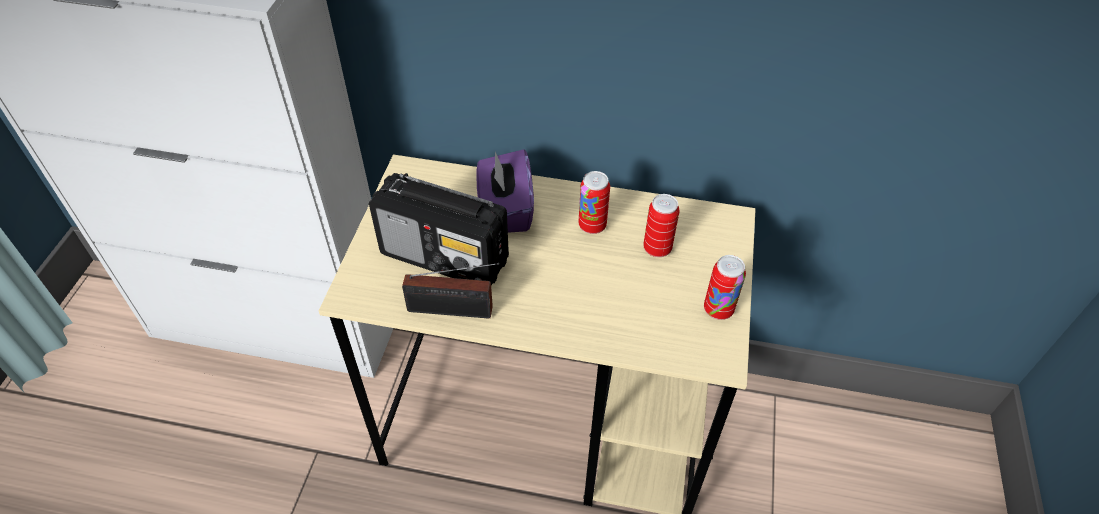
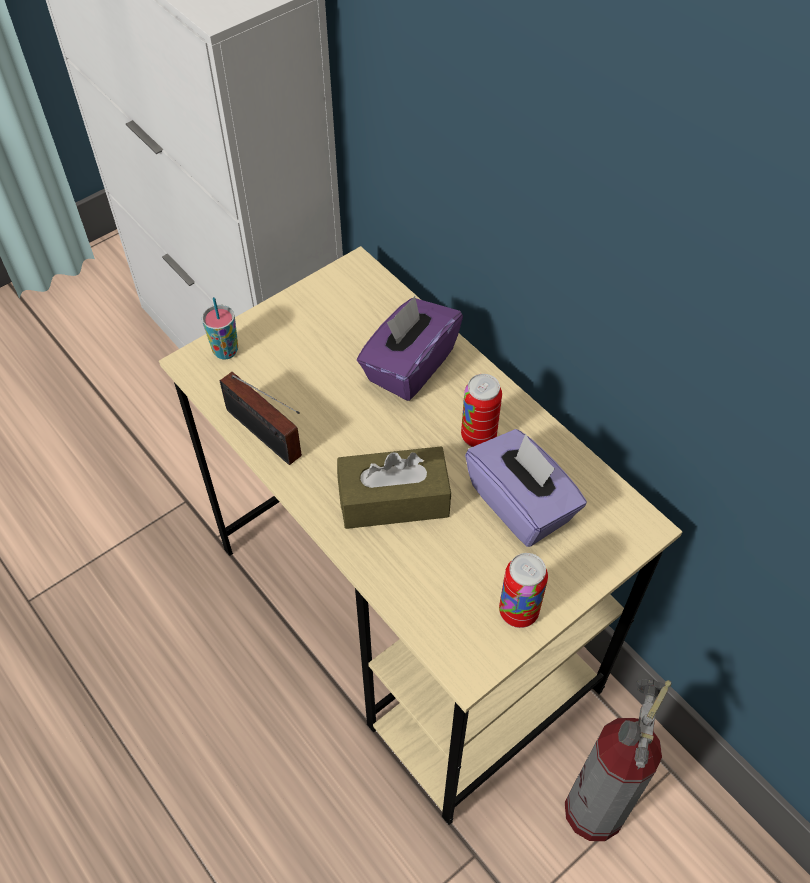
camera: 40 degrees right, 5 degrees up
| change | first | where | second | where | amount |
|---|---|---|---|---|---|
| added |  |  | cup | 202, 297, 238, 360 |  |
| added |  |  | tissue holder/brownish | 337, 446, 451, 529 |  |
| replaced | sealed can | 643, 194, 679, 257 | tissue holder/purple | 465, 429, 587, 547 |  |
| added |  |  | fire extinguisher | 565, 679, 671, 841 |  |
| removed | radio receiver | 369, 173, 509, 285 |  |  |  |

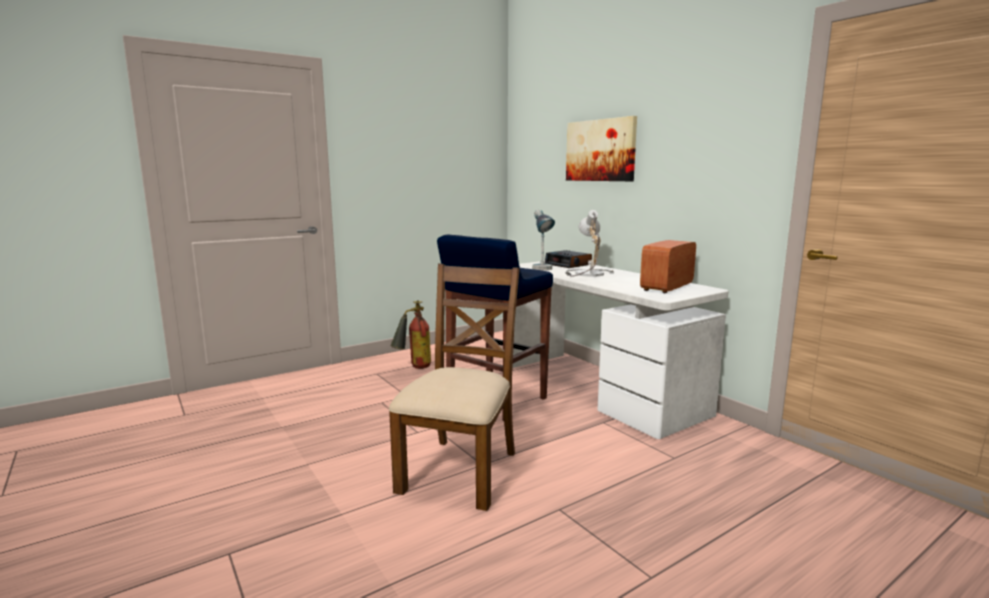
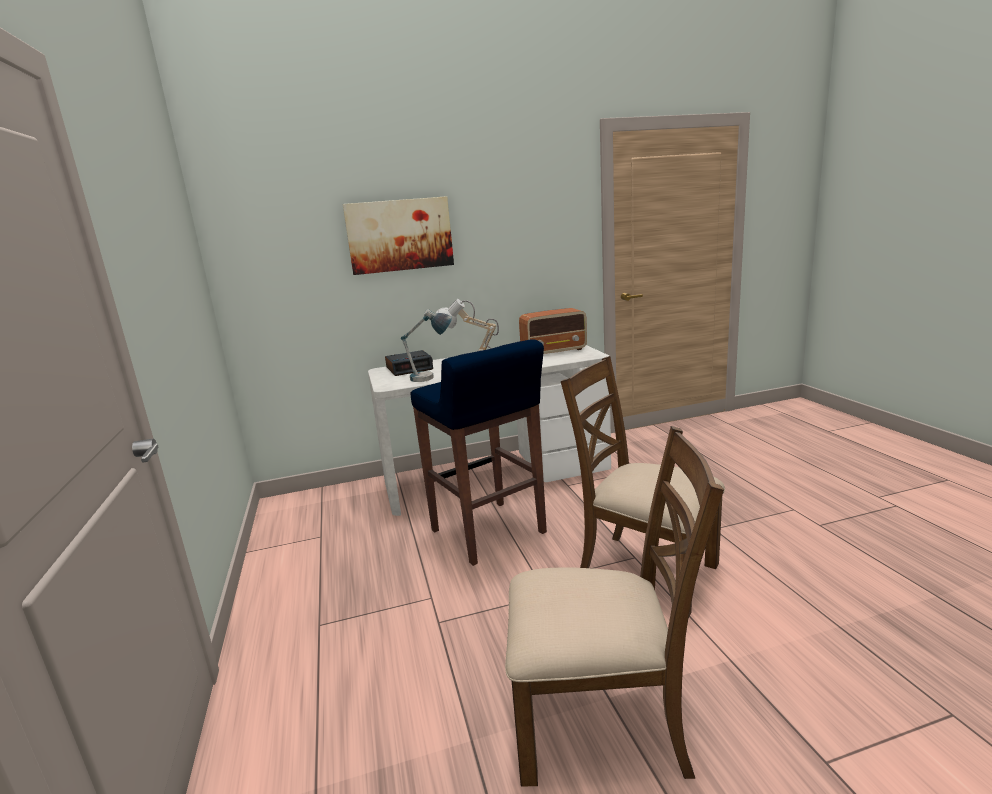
camera: 70 degrees left, 5 degrees up
| change | first | where | second | where | amount |
|---|---|---|---|---|---|
| added |  |  | plain chair/brownish | 505, 426, 724, 786 |  |
| turned | radio receiver | 640, 240, 696, 293 |  | 519, 308, 587, 354 | 75 degrees counterclockwise |
| removed | fire extinguisher | 390, 300, 431, 369 |  |  |  |

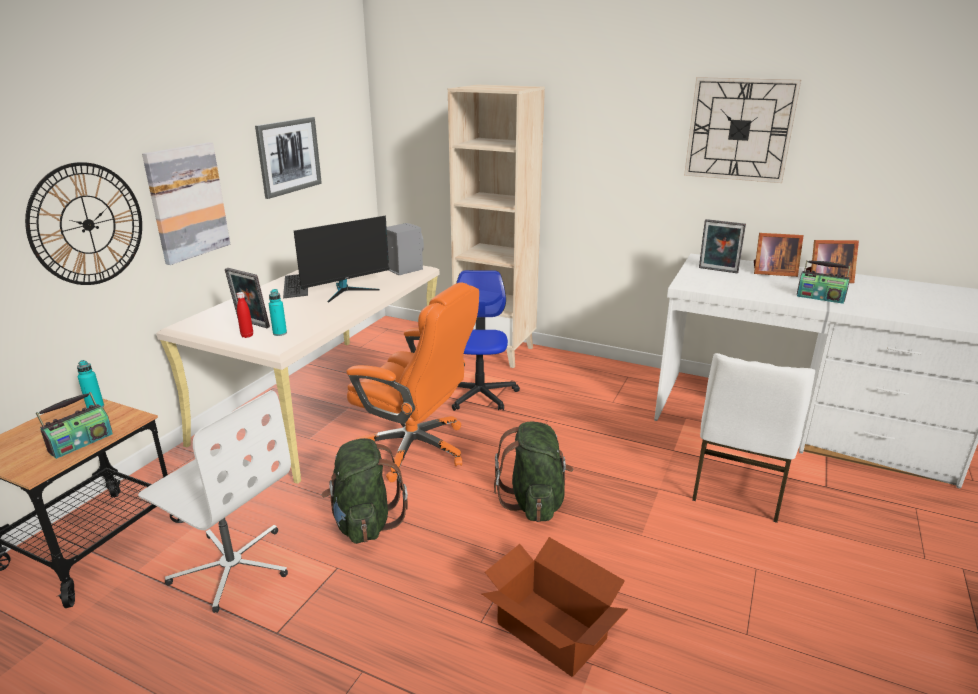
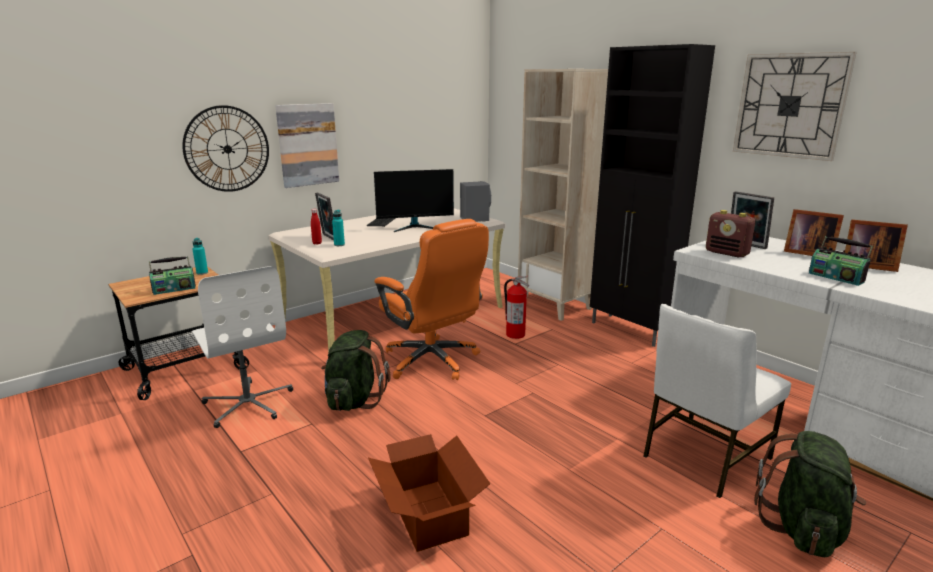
camera: 25 degrees right, 5 degrees down
| change | first | where | second | where | amount |
|---|---|---|---|---|---|
| replaced | computer chair | 452, 270, 520, 411 | fire extinguisher | 504, 276, 529, 339 |  |
| added |  |  | storage cabinet/blackish | 590, 44, 715, 347 |  |
| added |  |  | radio receiver | 706, 210, 756, 258 |  |
| moved | rucksack/greenish | 494, 422, 573, 522 |  | 754, 431, 866, 557 |  |
| removed | wall art | 255, 117, 322, 199 |  |  |  |

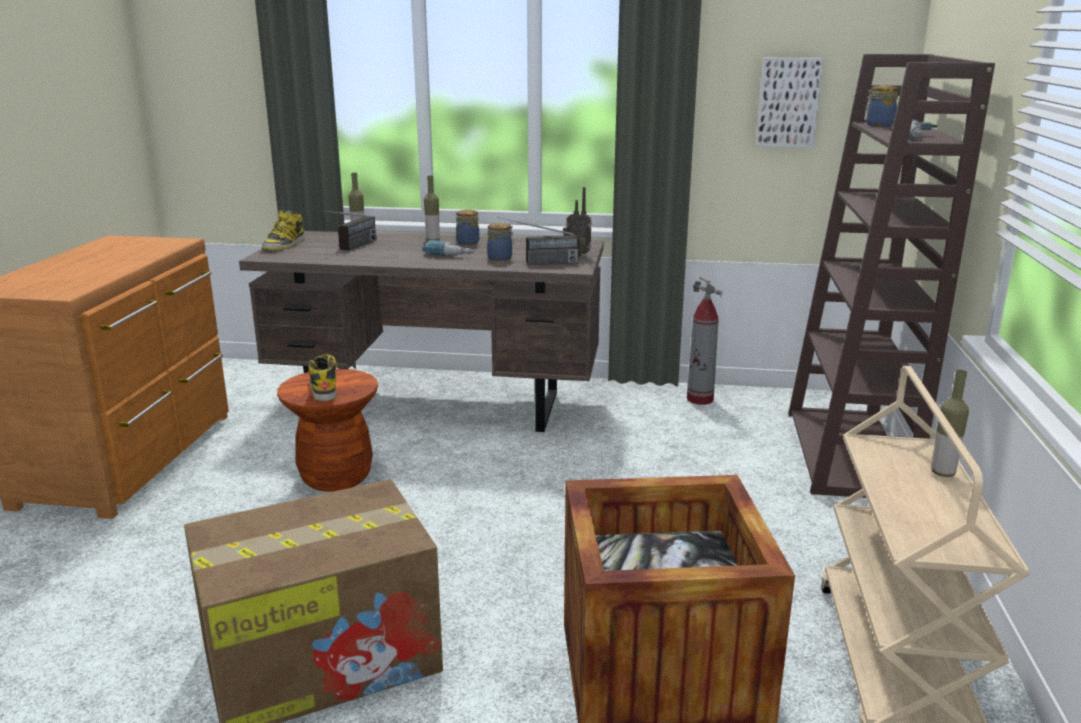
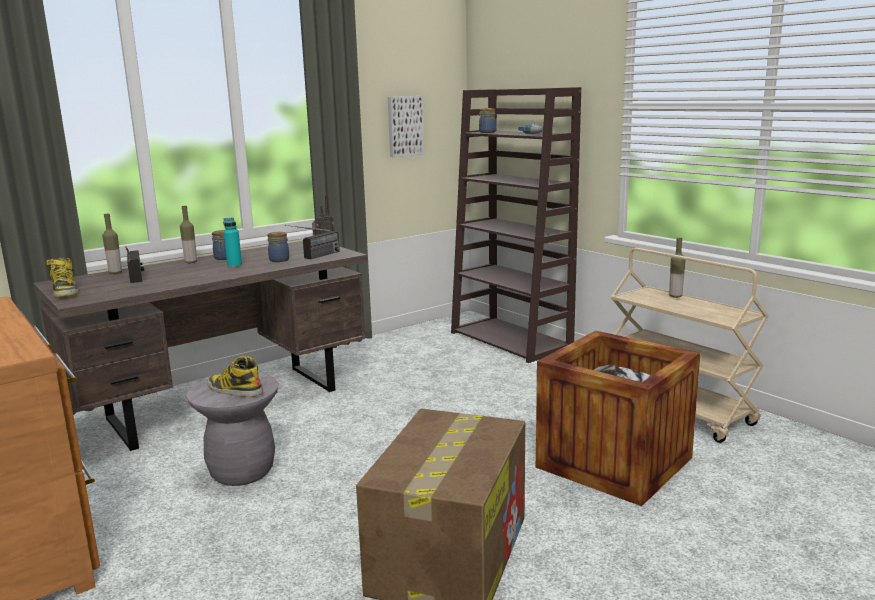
camera: 45 degrees left, 5 degrees down
| change | first | where | second | where | amount |
|---|---|---|---|---|---|
| recoloured | sitting stool/brownish | 277, 368, 378, 492 | sitting stool/greyish | 186, 373, 278, 486 |  |
| replaced | power drill | 423, 240, 475, 256 | drink bottle/turquoise | 223, 217, 242, 267 |  |
| removed | fire extinguisher | 687, 277, 722, 405 |  |  |  |

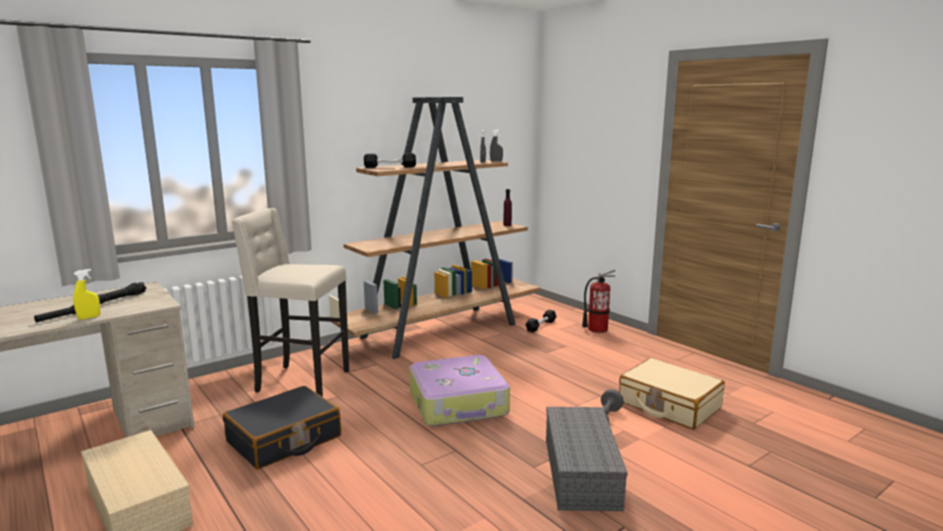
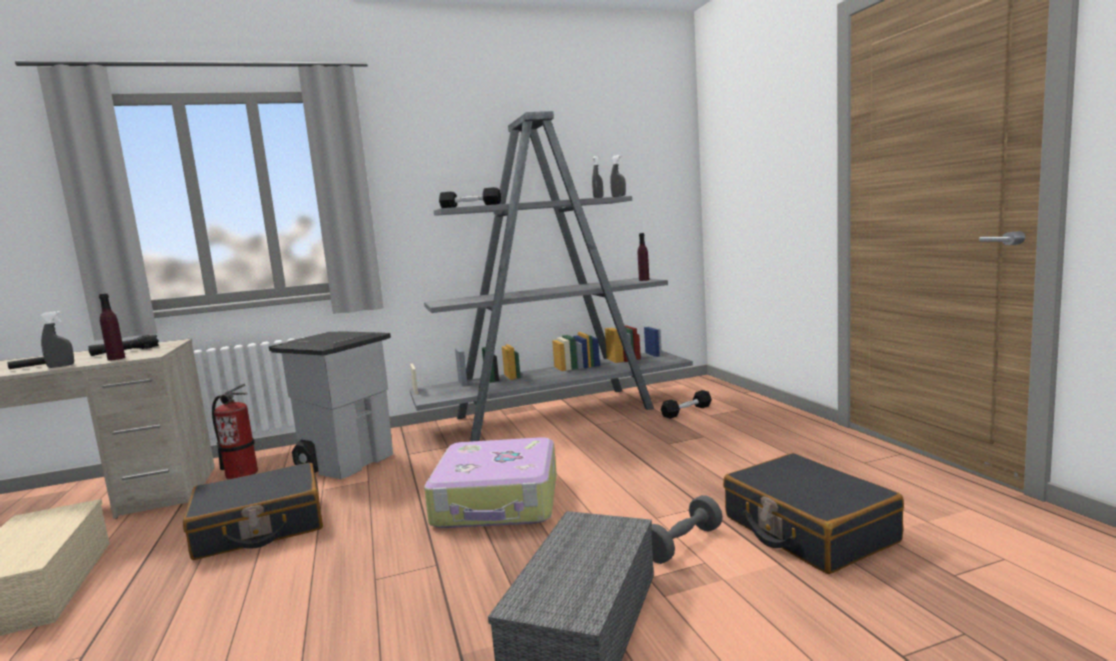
camera: 20 degrees right, 5 degrees down
| change | first | where | second | where | amount |
|---|---|---|---|---|---|
| recoloured | sprayer/yellowish | 73, 269, 100, 320 | sprayer/greyish | 40, 311, 74, 368 |  |
| added |  |  | drink bottle/purple | 99, 293, 125, 361 |  |
| moved | fire extinguisher | 582, 269, 615, 333 |  | 212, 384, 258, 479 |  |
| replaced | sitting stool/beige | 232, 208, 349, 397 | rubbish bin/greyish | 269, 331, 393, 479 |  |
| recoloured | shelving unit/brownish | 328, 97, 540, 359 | shelving unit/greyish | 410, 111, 693, 441 |  |
| recoloured | piece of luggage/beige | 619, 358, 725, 430 | piece of luggage/blackish | 723, 453, 904, 574 |  |

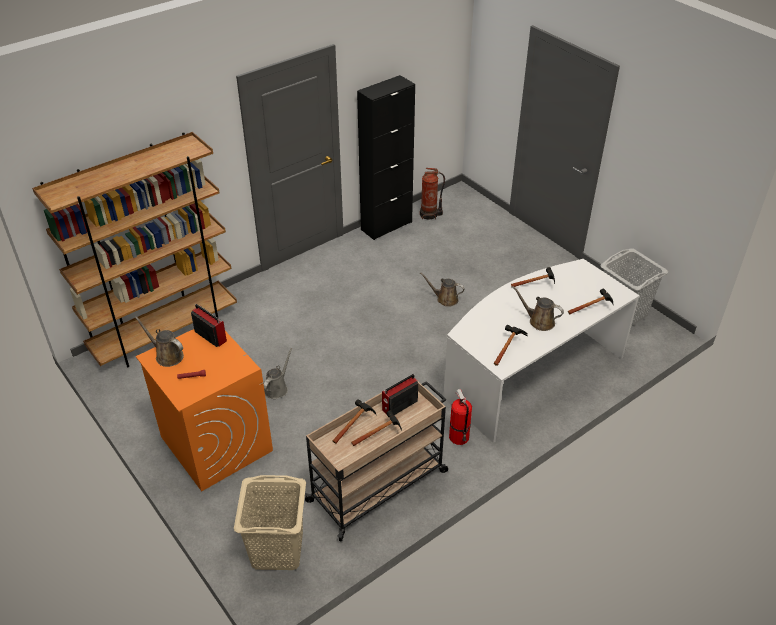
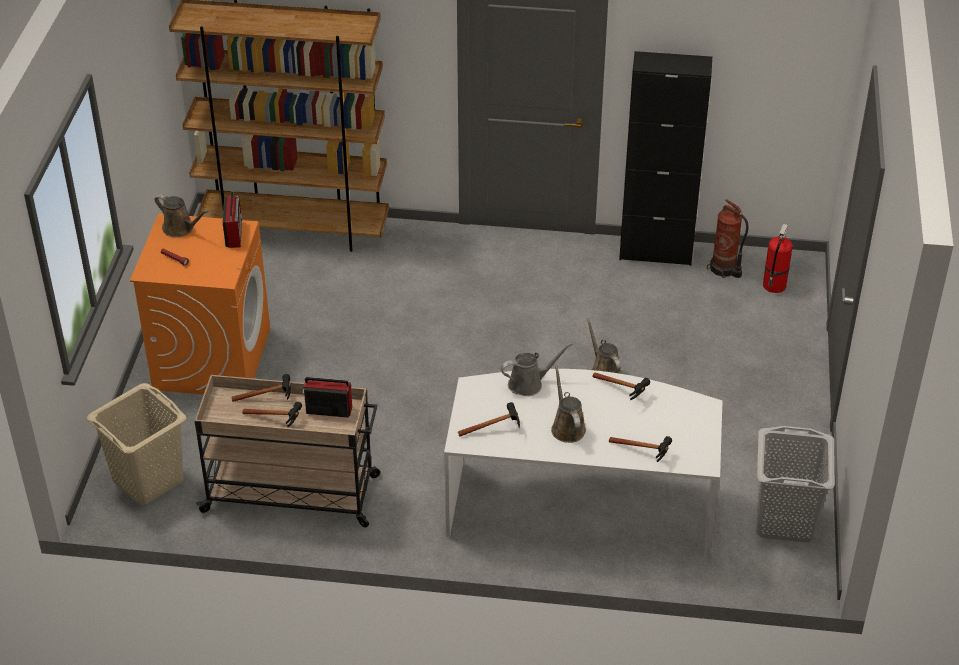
camera: 45 degrees right, 0 degrees up
| change | first | where | second | where | amount |
|---|---|---|---|---|---|
| turned | watering can/brownish | 134, 316, 184, 367 |  | 155, 194, 209, 238 | 135 degrees clockwise |
| moved | watering can/greyish | 264, 348, 292, 399 |  | 501, 343, 573, 396 |  |
| moved | fire extinguisher | 449, 389, 472, 445 |  | 763, 224, 792, 293 |  |

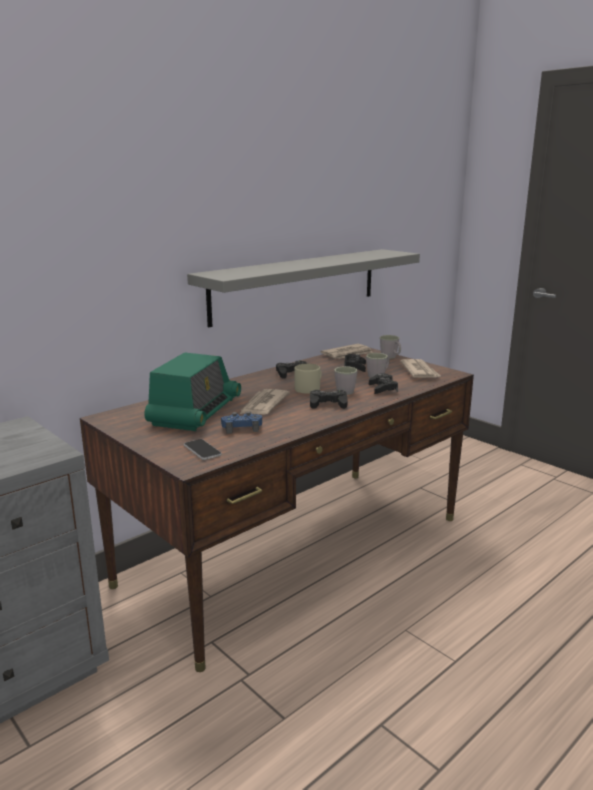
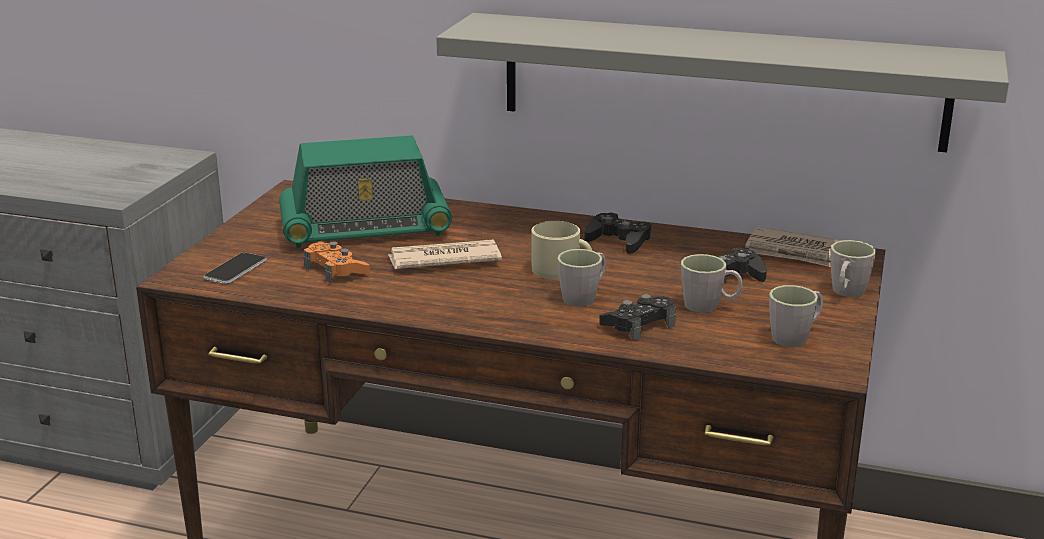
camera: 60 degrees right, 5 degrees up
| change | first | where | second | where | amount |
|---|---|---|---|---|---|
| recoloured | gamepad/bluish | 221, 411, 262, 434 | gamepad/orangey | 304, 242, 370, 283 |  |
| replaced | daily paper | 400, 359, 442, 378 | mug/greyish | 769, 285, 823, 347 |  |
| removed | gamepad/blackish | 310, 390, 347, 409 |  |  |  |

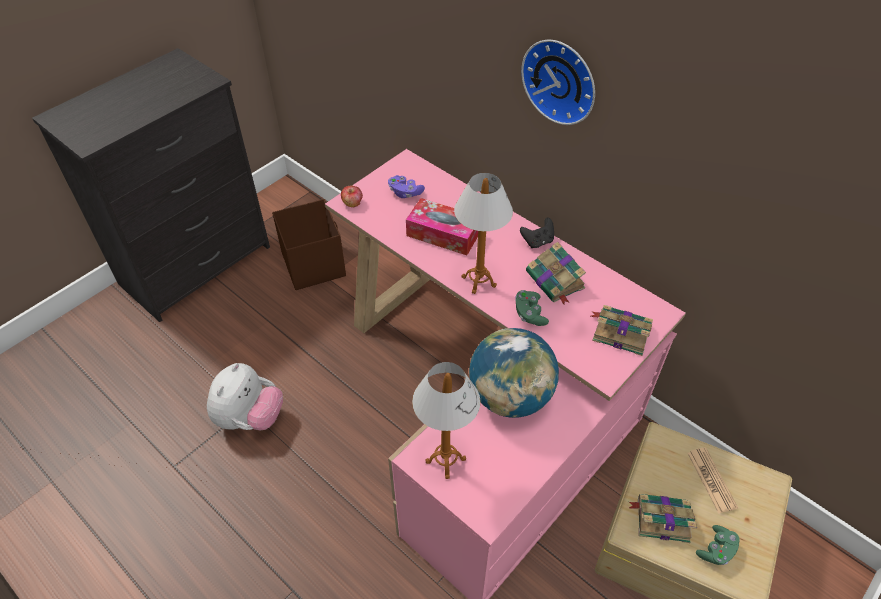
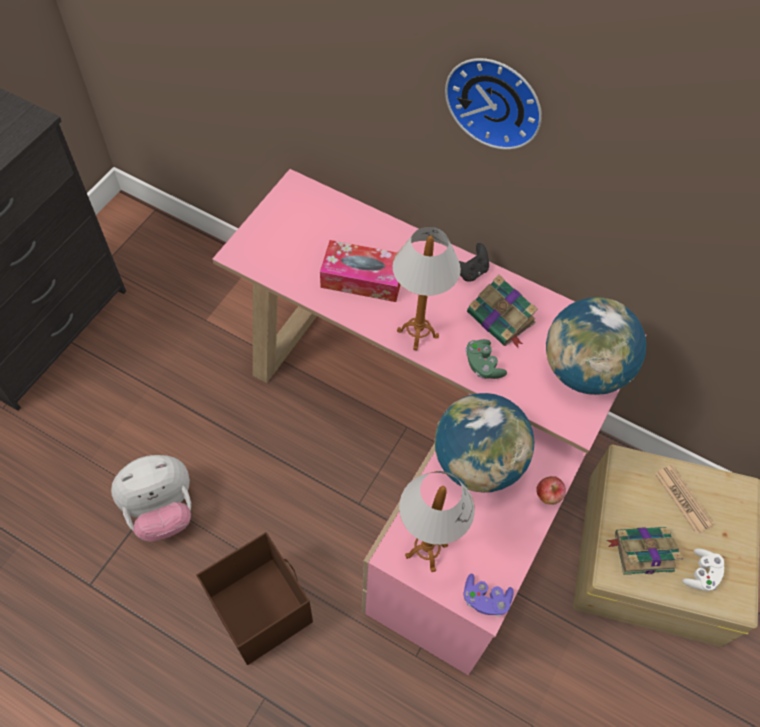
camera: 15 degrees left, 10 degrees up
| change | first | where | second | where | amount |
|---|---|---|---|---|---|
| turned | cuddly toy | 207, 363, 283, 431 |  | 111, 455, 191, 542 | 60 degrees clockwise |
| moved | storage box/brownish | 272, 199, 346, 290 |  | 196, 532, 313, 665 |  |
| moved | gamepad/purple | 388, 175, 425, 198 |  | 463, 574, 514, 617 |  |
| moved | whole apple | 341, 186, 363, 207 |  | 536, 476, 566, 505 |  |
| replaced | book | 591, 305, 653, 356 | globe | 546, 297, 646, 395 |  |
| recoloured | gamepad/greenish | 696, 525, 739, 565 | gamepad/whitish | 682, 548, 724, 591 |  |

